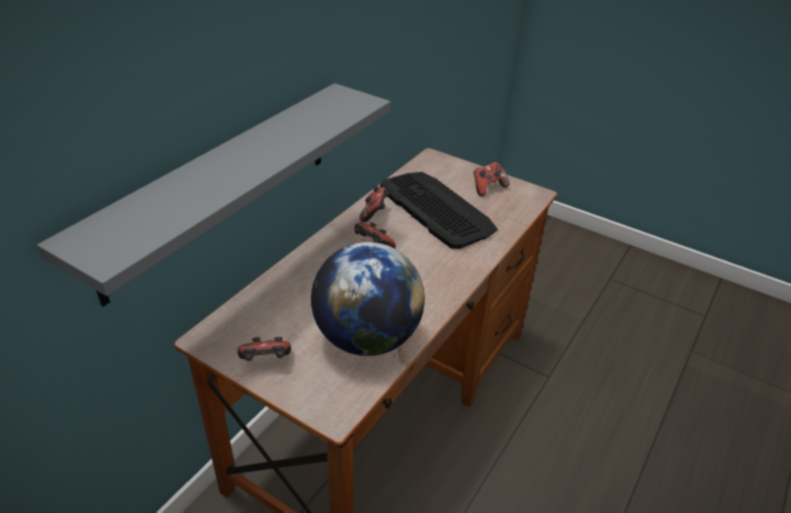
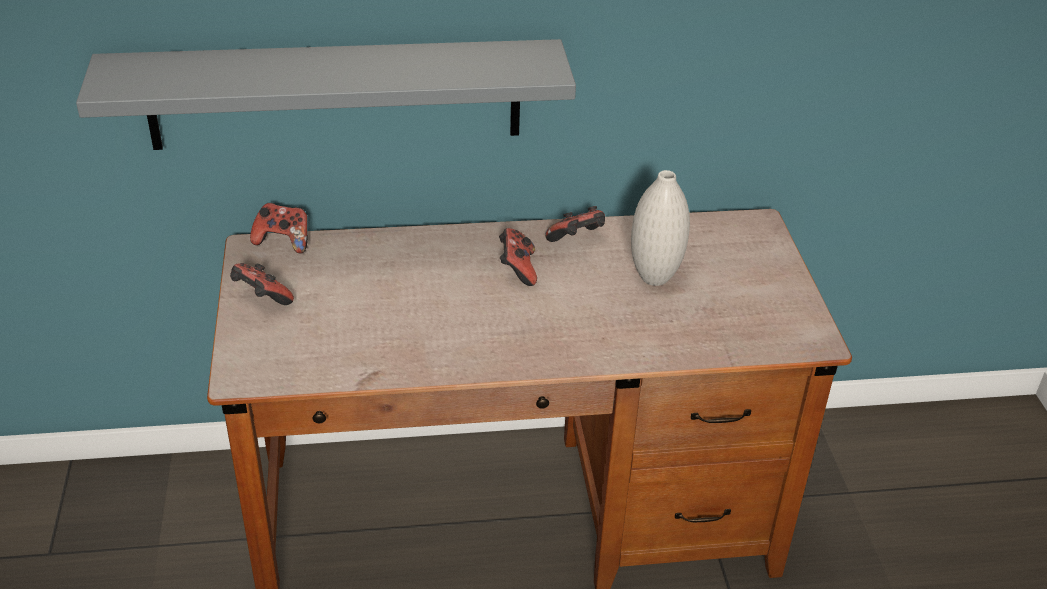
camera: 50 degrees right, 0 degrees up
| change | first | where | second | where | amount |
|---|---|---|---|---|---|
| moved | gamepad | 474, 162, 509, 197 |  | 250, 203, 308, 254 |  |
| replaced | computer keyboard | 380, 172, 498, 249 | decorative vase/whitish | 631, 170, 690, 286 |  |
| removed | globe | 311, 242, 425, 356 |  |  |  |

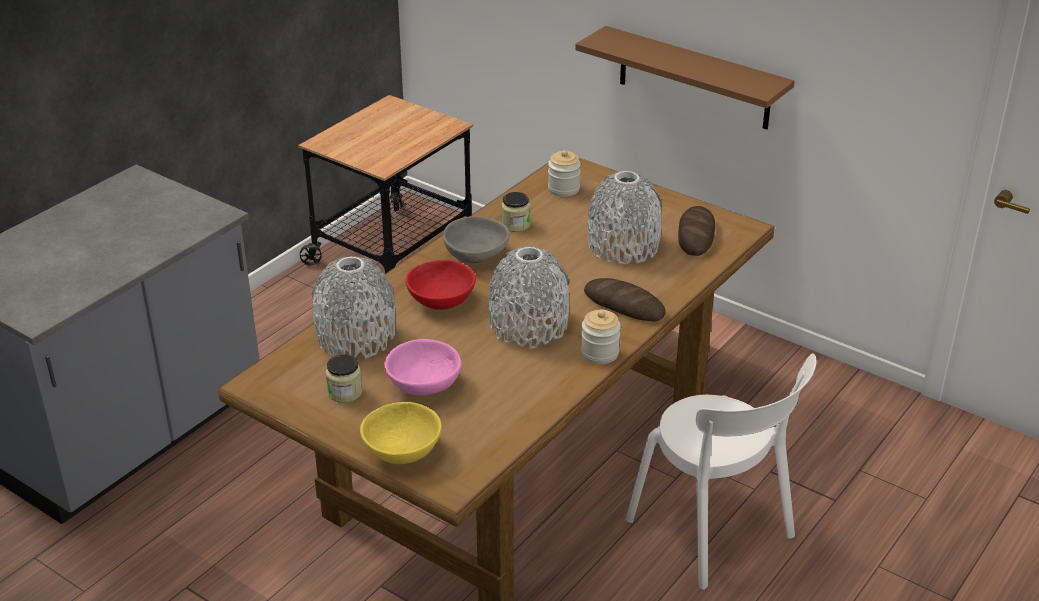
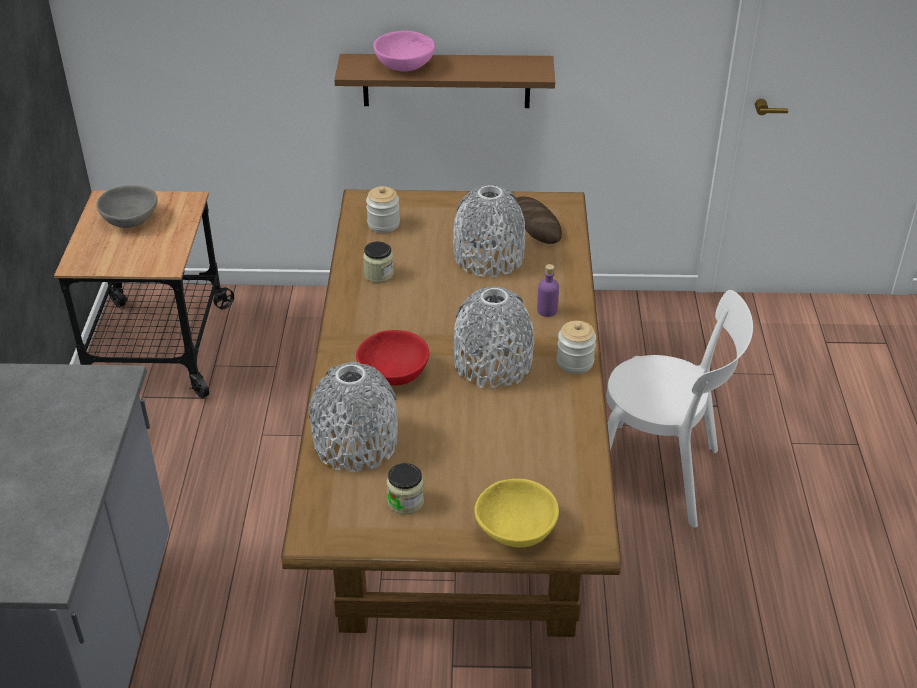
camera: 35 degrees left, 5 degrees up
| change | first | where | second | where | amount |
|---|---|---|---|---|---|
| moved | bowl/greyish | 443, 216, 510, 263 |  | 96, 185, 157, 228 |  |
| moved | bowl/pink-coloured | 384, 339, 462, 396 |  | 373, 31, 435, 71 |  |
| replaced | baked bread | 584, 278, 666, 321 | drink bottle/purple | 537, 264, 559, 317 |  |

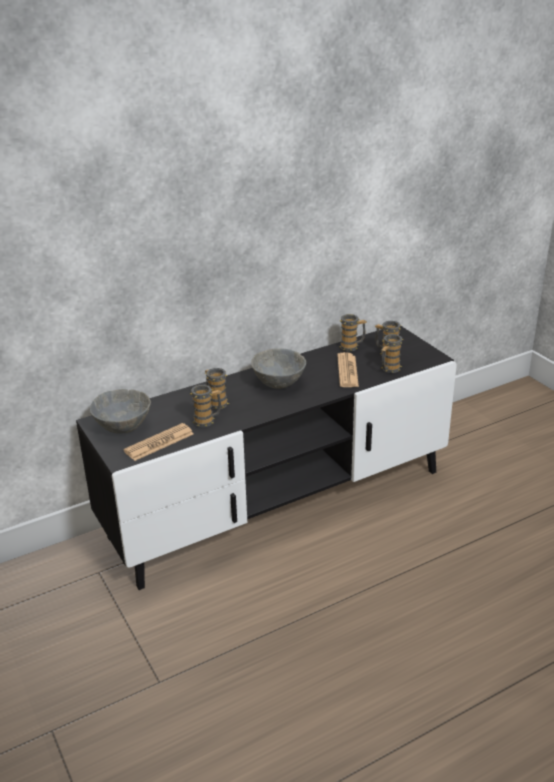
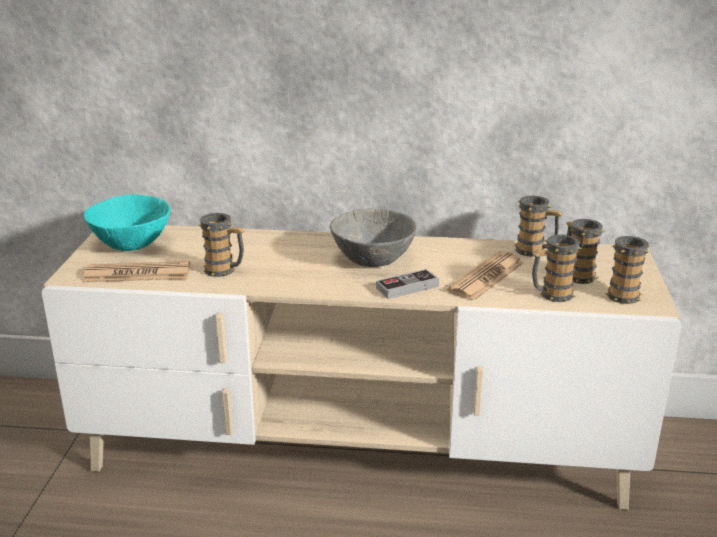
camera: 35 degrees right, 5 degrees down
| change | first | where | second | where | amount |
|---|---|---|---|---|---|
| recoloured | tv unit/blackish | 76, 326, 457, 590 | tv unit/beige | 41, 225, 681, 510 |  |
| recoloured | bowl/greyish | 90, 389, 151, 434 | bowl/turquoise | 84, 194, 171, 251 |  |
| added |  |  | gamepad | 376, 269, 439, 299 |  |
| moved | mug | 205, 368, 229, 409 |  | 606, 236, 650, 304 |  |

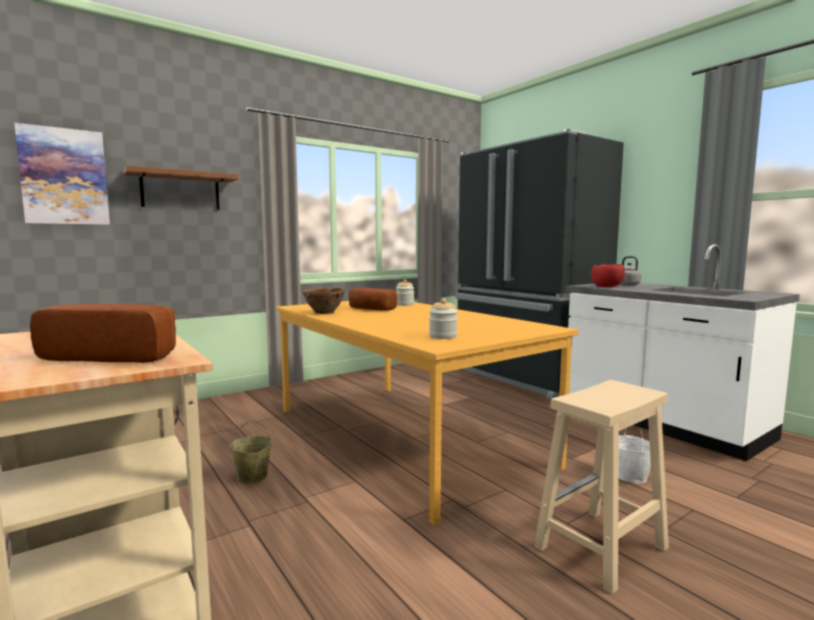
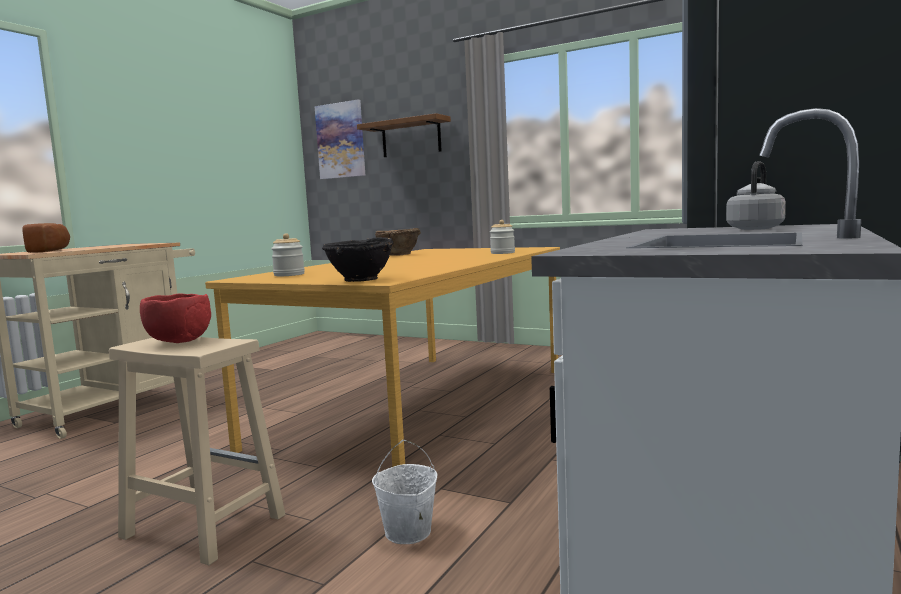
camera: 65 degrees right, 0 degrees up
| change | first | where | second | where | amount |
|---|---|---|---|---|---|
| moved | bowl/reddish | 591, 264, 625, 287 |  | 140, 294, 211, 343 |  |
| added |  |  | bowl/blackish | 322, 237, 393, 282 |  |
| removed | pail/beige | 230, 420, 272, 484 |  |  |  |
| removed | baked bread | 349, 288, 397, 310 |  |  |  |

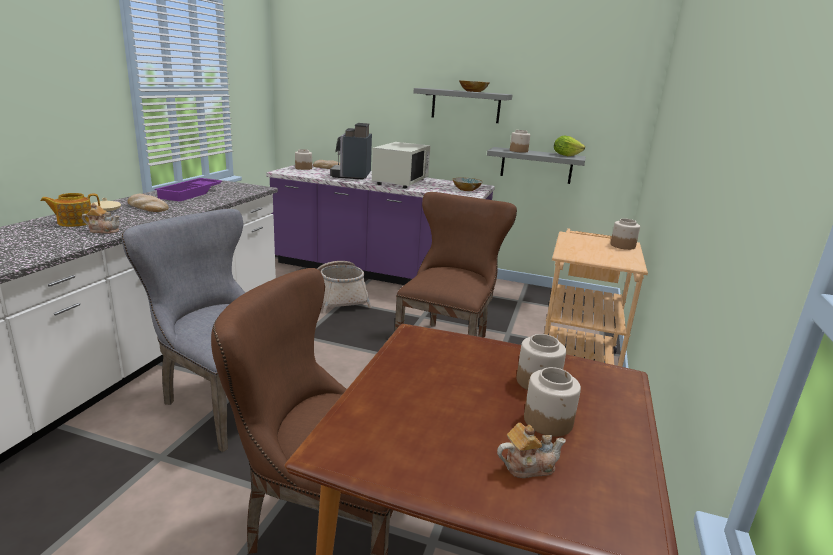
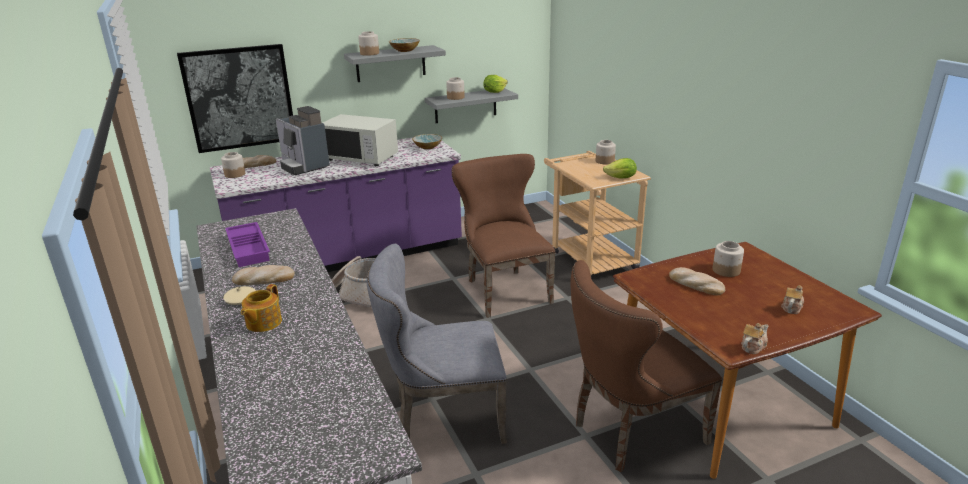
camera: 40 degrees left, 5 degrees up
| change | first | where | second | where | amount |
|---|---|---|---|---|---|
| added |  |  | wall art | 177, 44, 293, 153 |  |
| turned | microwave/whitish | 372, 142, 431, 188 |  | 322, 114, 398, 166 | 135 degrees clockwise |
| moved | jar | 524, 367, 581, 436 |  | 358, 31, 379, 56 |  |
| added |  |  | lettuce | 603, 158, 637, 179 |  |
| added |  |  | baked bread | 669, 267, 725, 295 |  |
| moved | teapot | 82, 203, 119, 234 |  | 741, 323, 769, 354 |  |

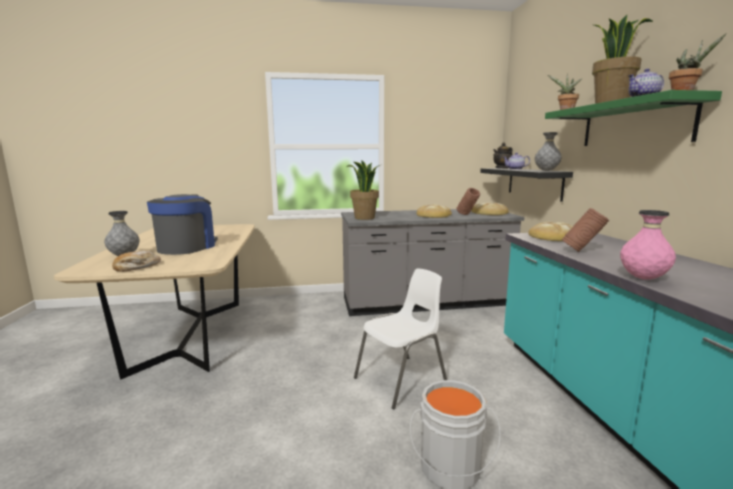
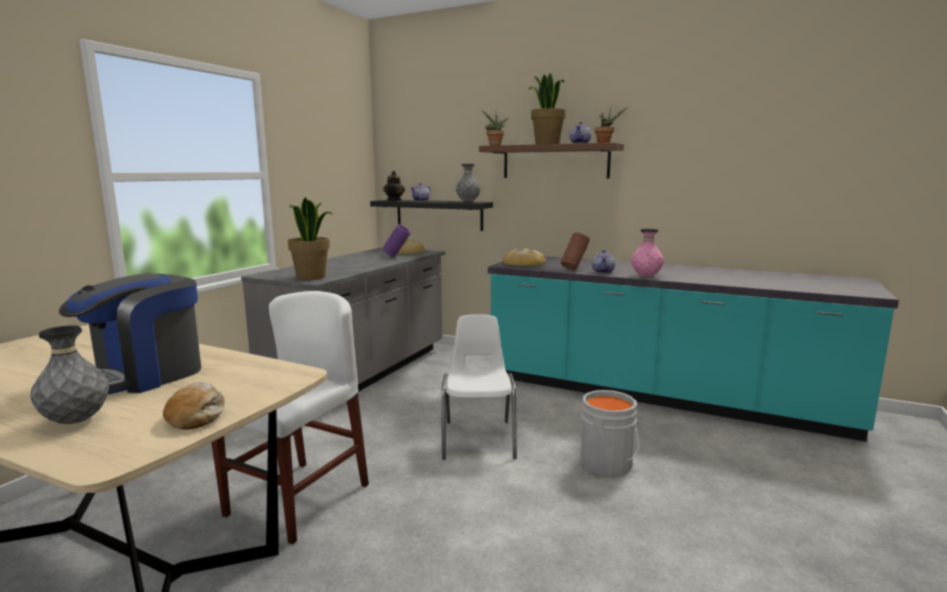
camera: 55 degrees left, 0 degrees up
| change | first | where | second | where | amount |
|---|---|---|---|---|---|
| turned | coffee brewer | 147, 194, 218, 255 |  | 59, 273, 201, 395 | 105 degrees counterclockwise |
| added |  |  | plain chair/whitish | 211, 291, 369, 545 |  |
| recoloured | decorative vase/brownish | 456, 188, 480, 215 | decorative vase/purple | 382, 225, 411, 257 |  |
| recoloured | wall shelf/greenish | 545, 90, 722, 146 | wall shelf/brownish | 479, 143, 624, 178 |  |
| added |  |  | teapot | 592, 250, 615, 274 |  |
| removed | baked bread | 417, 204, 452, 218 |  |  |  |

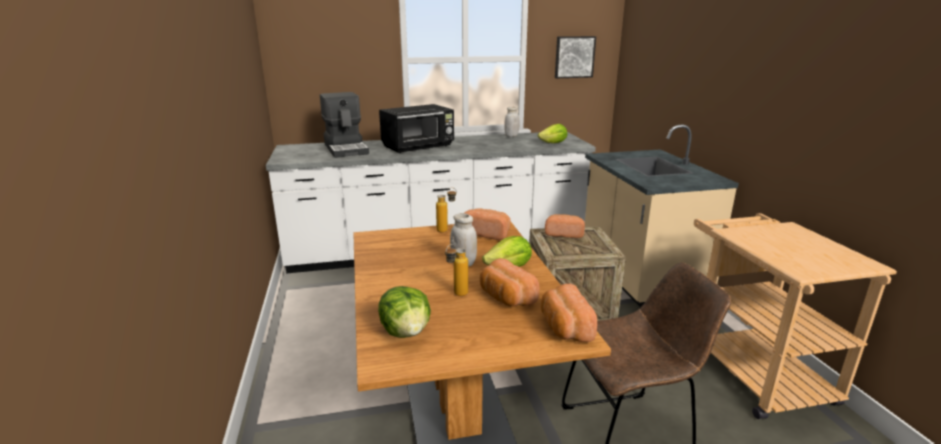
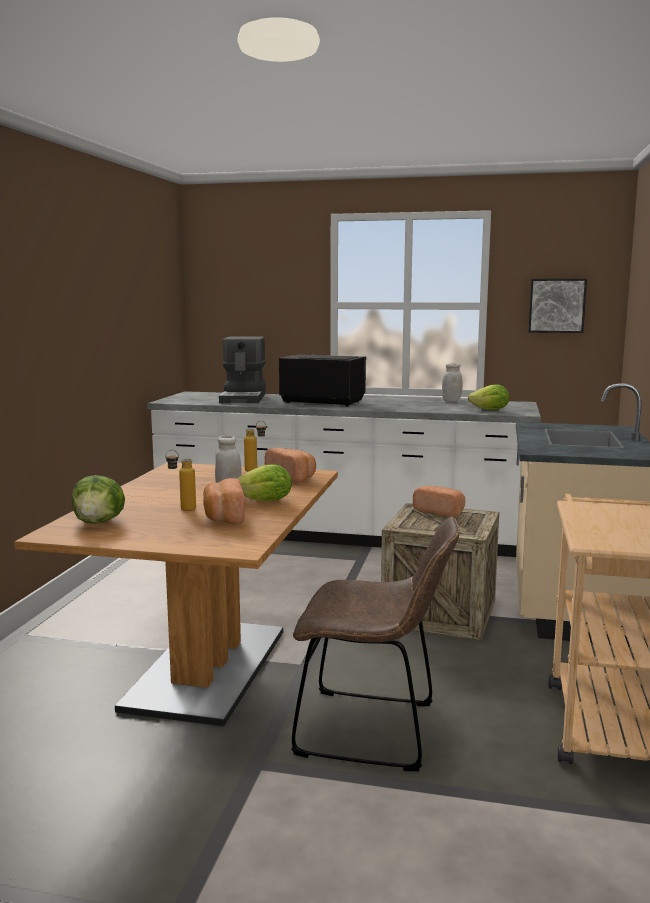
camera: 25 degrees right, 10 degrees down
| change | first | where | second | where | amount |
|---|---|---|---|---|---|
| turned | microwave/blackish | 379, 104, 454, 153 |  | 279, 354, 366, 406 | 150 degrees counterclockwise |
| removed | baked bread | 541, 284, 597, 342 |  |  |  |

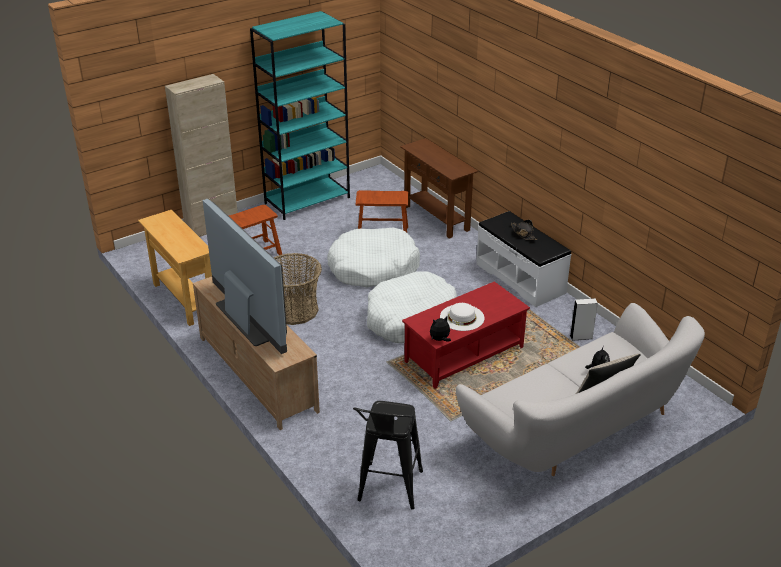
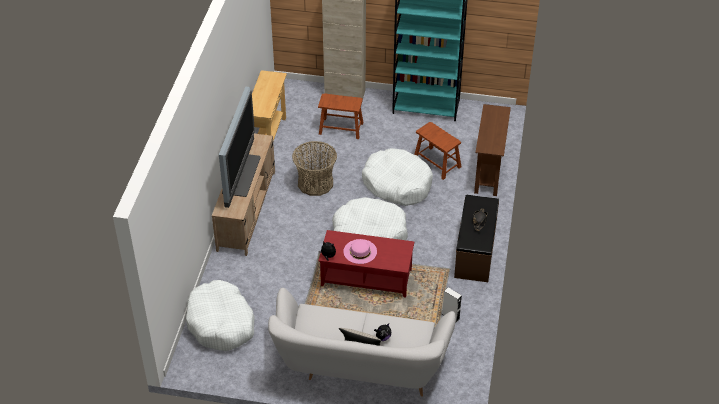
camera: 45 degrees right, 10 degrees up
| change | first | where | second | where | amount |
|---|---|---|---|---|---|
| replaced | sitting stool/blackish | 353, 401, 423, 509 | dog cushion/whitish | 186, 280, 255, 351 |  |
| recoloured | wearable hat/whitish | 440, 303, 484, 331 | wearable hat/pink-coloured | 343, 239, 377, 264 |  |
| recoloured | long seat/whitish | 476, 211, 571, 307 | long seat/brownish | 454, 195, 499, 282 |  |

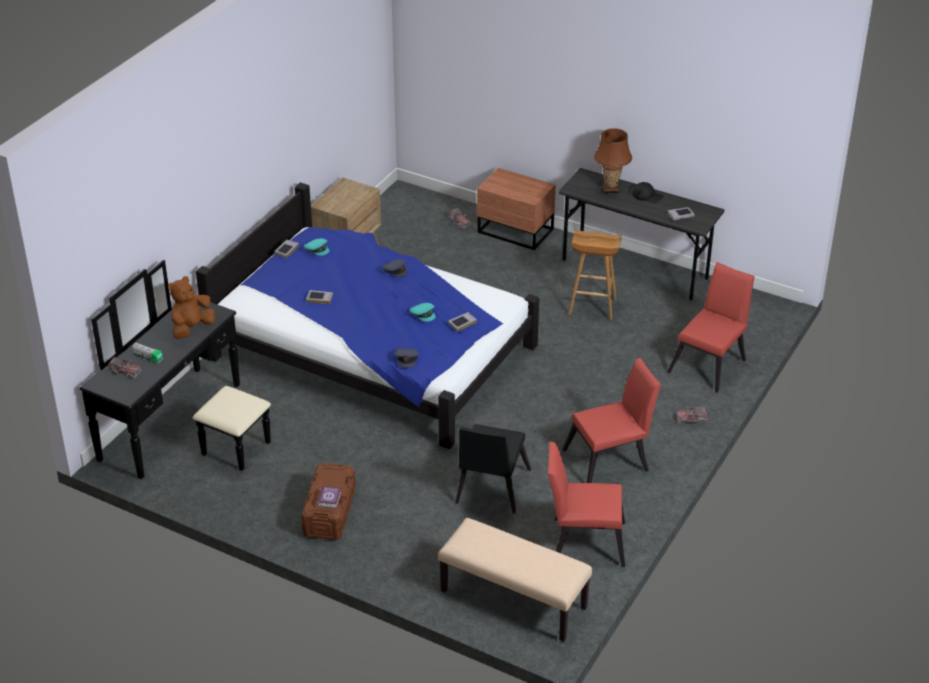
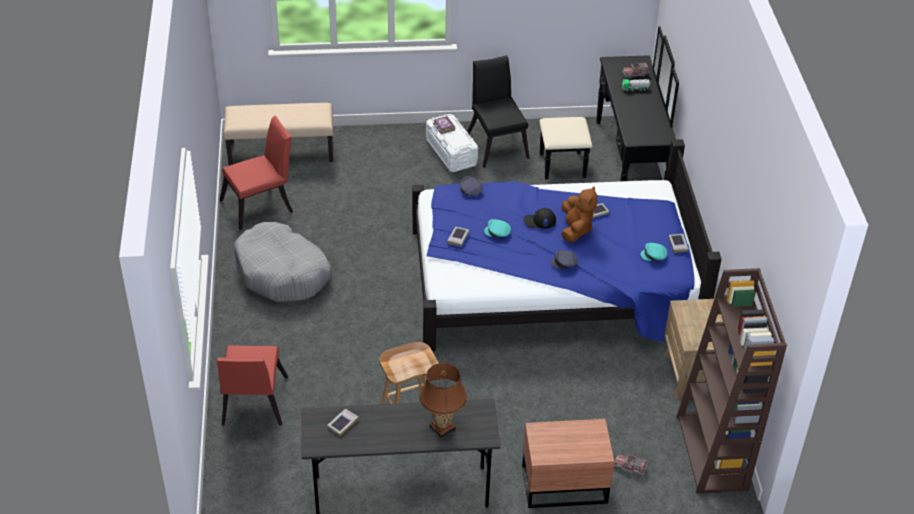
camera: 145 degrees right, 5 degrees up
| change | first | where | second | where | amount |
|---|---|---|---|---|---|
| replaced | plain chair/reddish | 562, 358, 661, 483 | dog cushion/greyish | 234, 222, 331, 302 |  |
| recoloured | storage box/brownish | 301, 462, 356, 540 | storage box/whitish | 426, 114, 478, 172 |  |
| moved | plain chair/blackish | 455, 424, 531, 514 |  | 467, 55, 530, 168 |  |
| moved | baseball cap/blackish | 632, 182, 663, 203 |  | 523, 208, 556, 229 |  |
| moved | cuddly toy/brownish | 168, 276, 215, 339 |  | 561, 186, 597, 243 |  |
| added |  |  | shelving unit/brownish | 676, 268, 787, 494 |  |
| removed | model truck | 676, 406, 708, 424 |  |  |  |

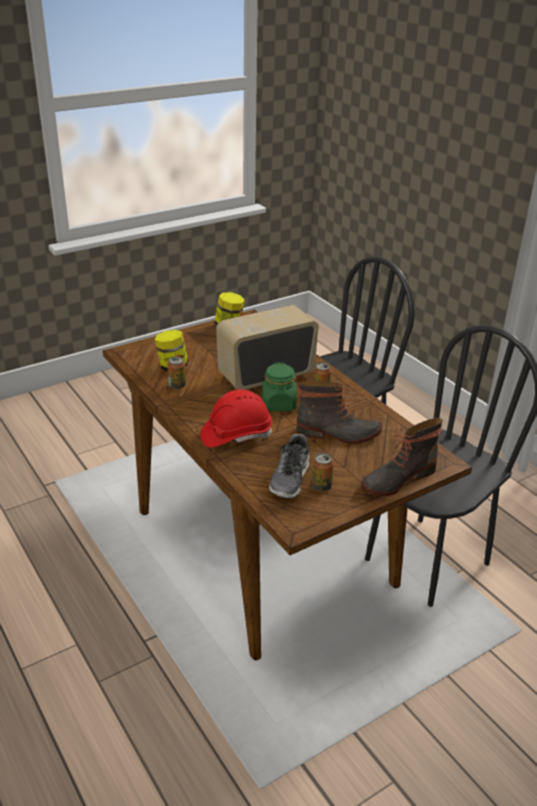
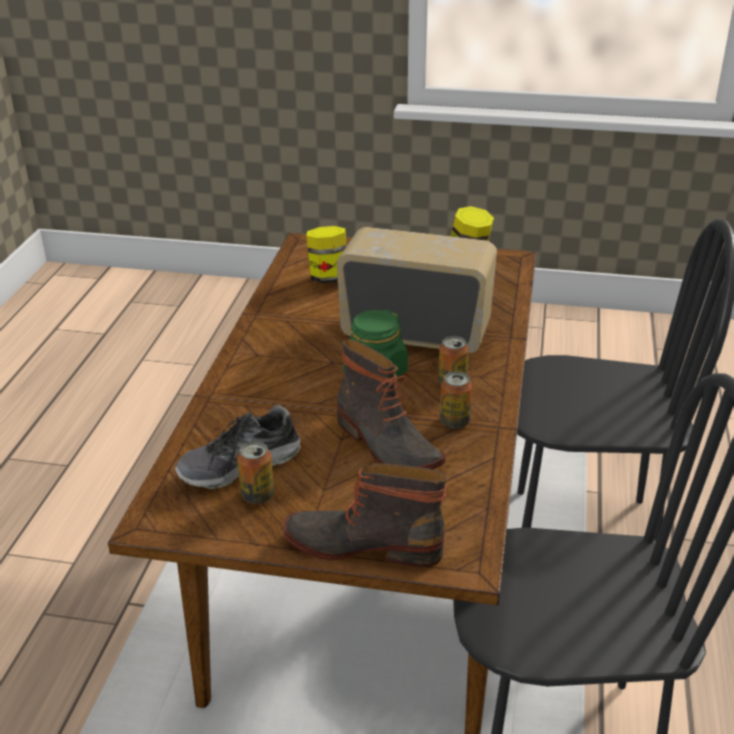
camera: 45 degrees right, 0 degrees up
| change | first | where | second | where | amount |
|---|---|---|---|---|---|
| moved | sealed can | 168, 356, 186, 389 |  | 440, 371, 472, 428 |  |
| removed | hard hat/reddish | 200, 390, 272, 448 |  |  |  |

